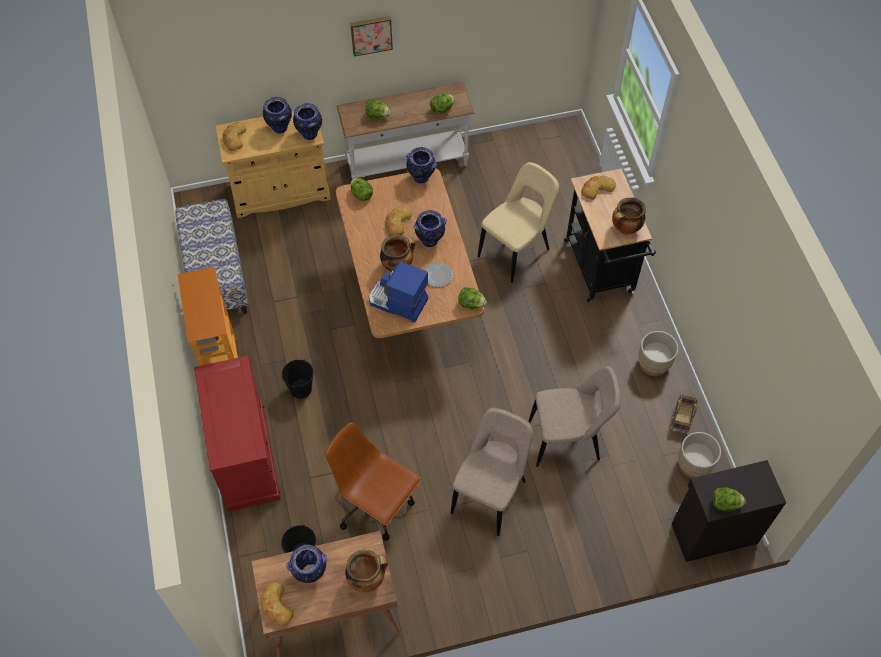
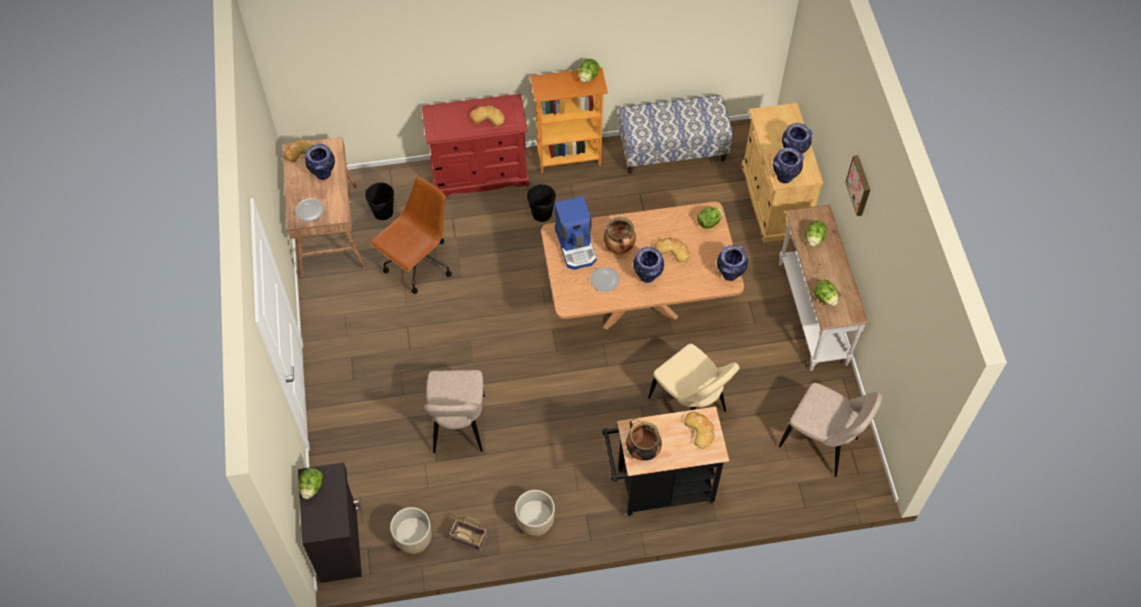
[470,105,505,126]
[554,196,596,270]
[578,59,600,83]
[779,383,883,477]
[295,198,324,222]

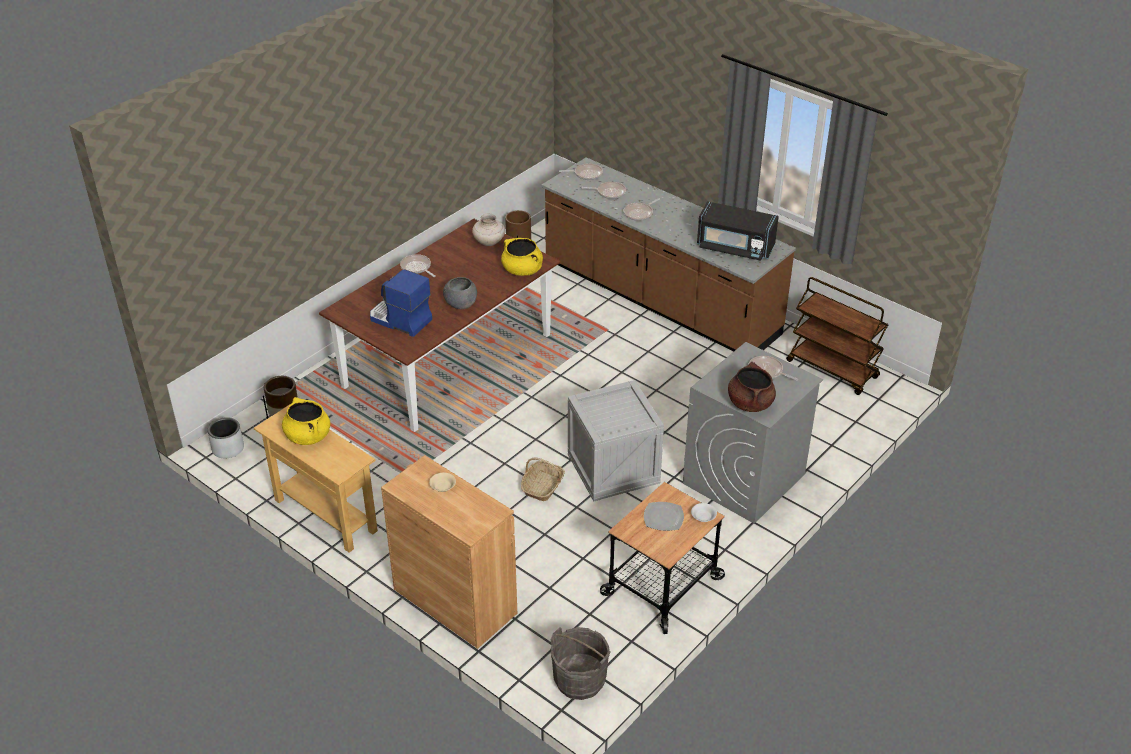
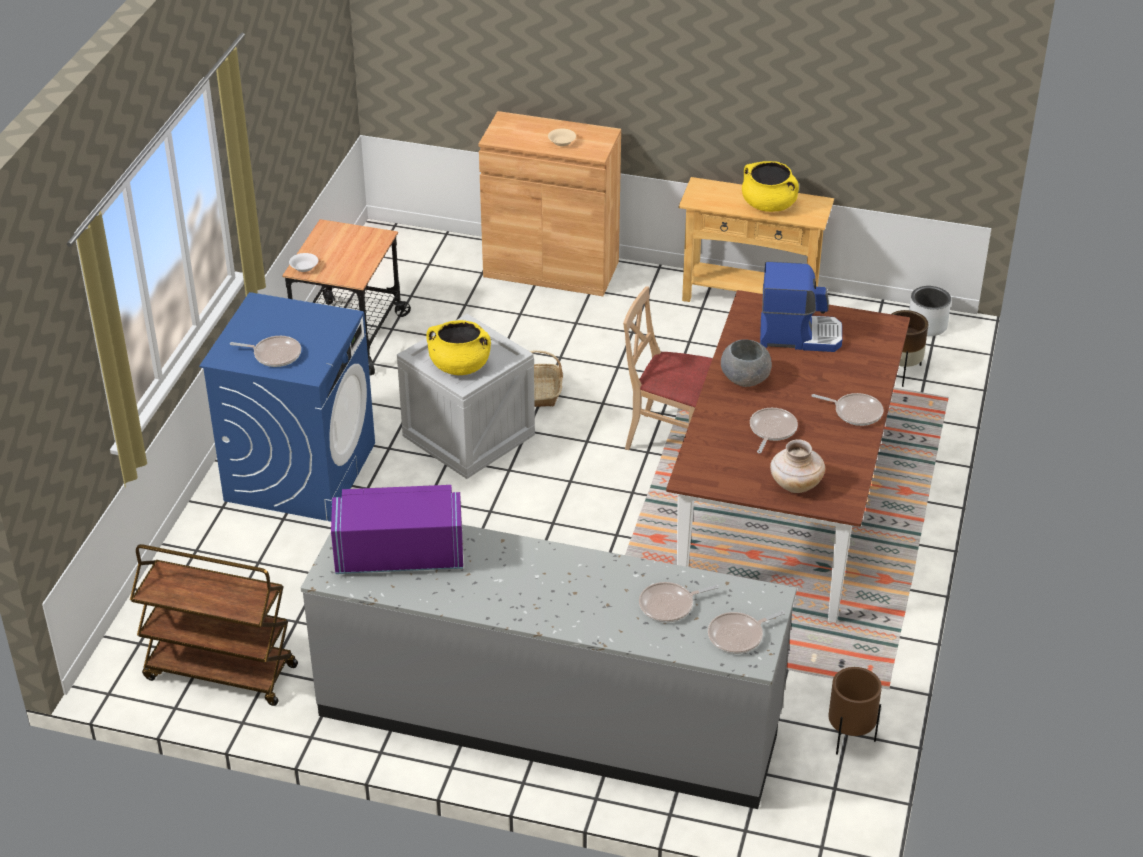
[301,525,797,809]
[750,408,798,453]
[331,485,463,574]
[426,320,491,375]
[199,292,375,522]
[728,362,776,412] (first image)
[644,502,684,531] (first image)
[550,627,611,700] (first image)
[623,286,713,450]

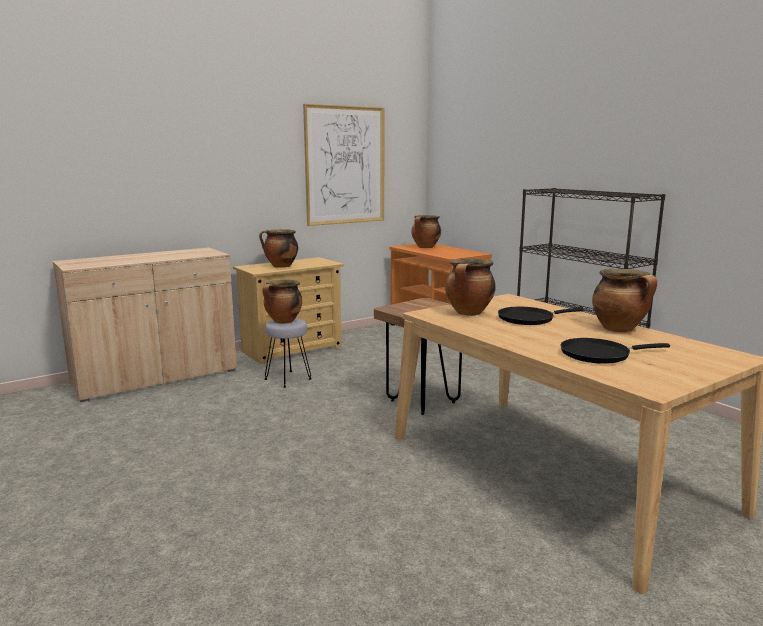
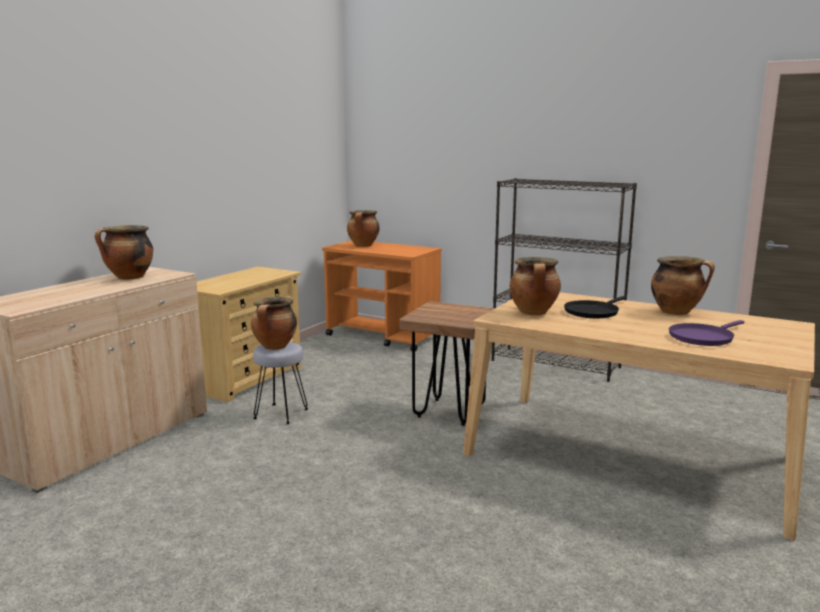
[303,104,384,226] (first image)
[95,225,153,280]
[669,320,744,346]

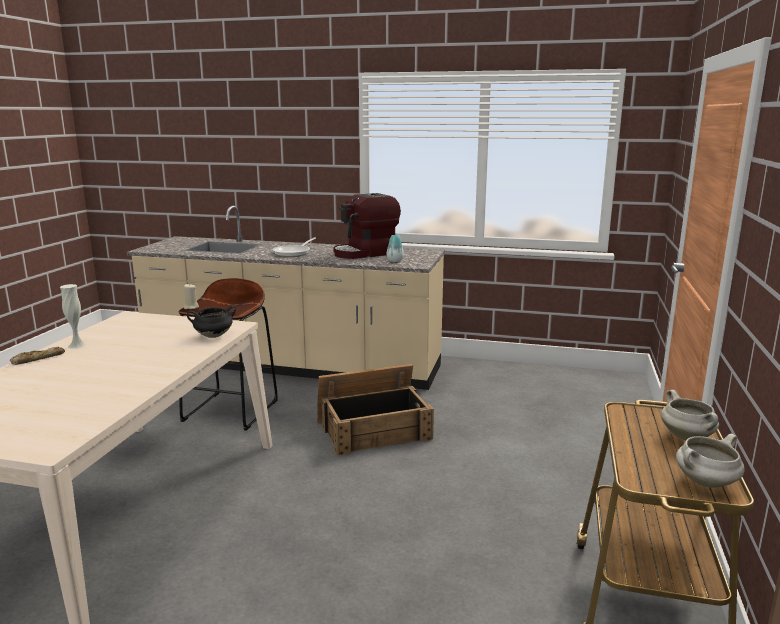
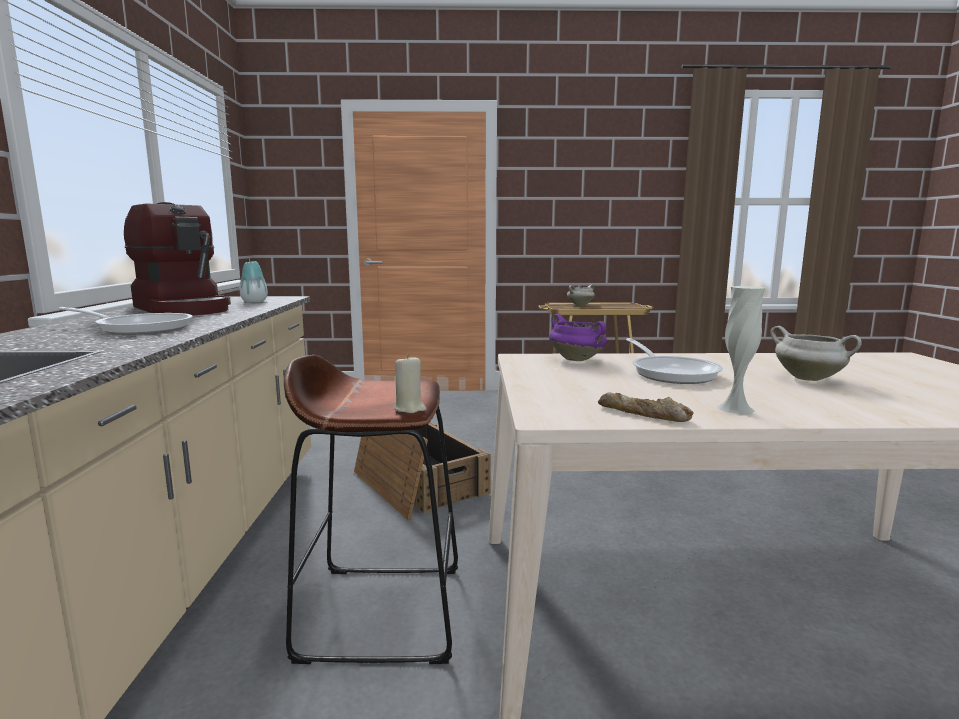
[549,314,607,361]
[598,392,694,422]
[770,326,862,381]
[626,338,723,384]

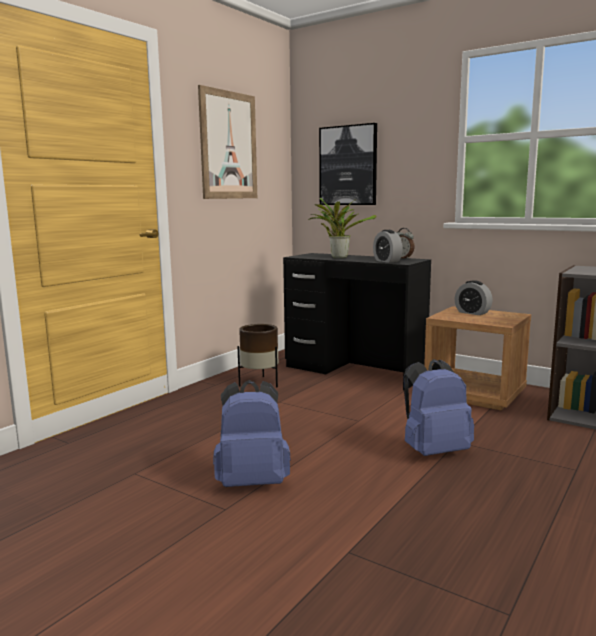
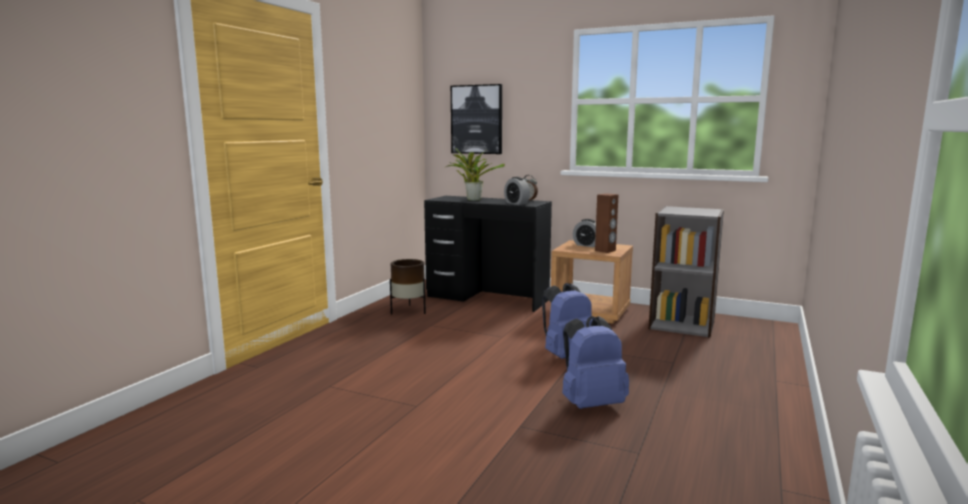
[198,85,257,199] (first image)
[562,316,629,409]
[595,193,619,253]

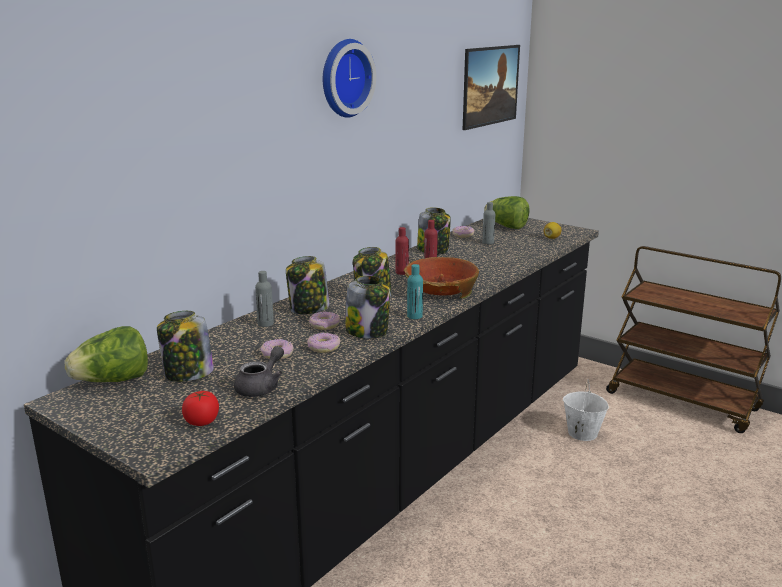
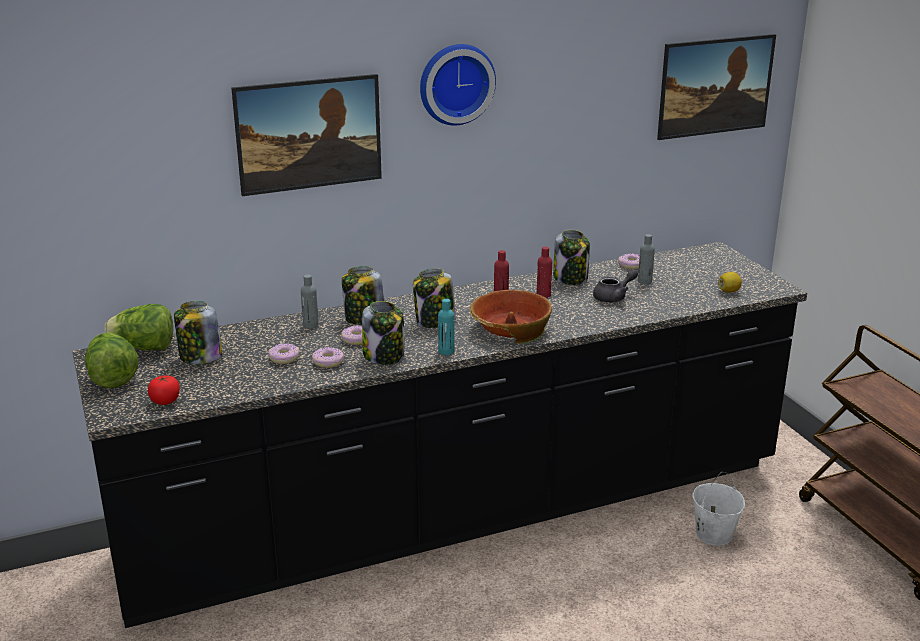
[85,332,139,388]
[593,269,638,303]
[231,74,382,196]

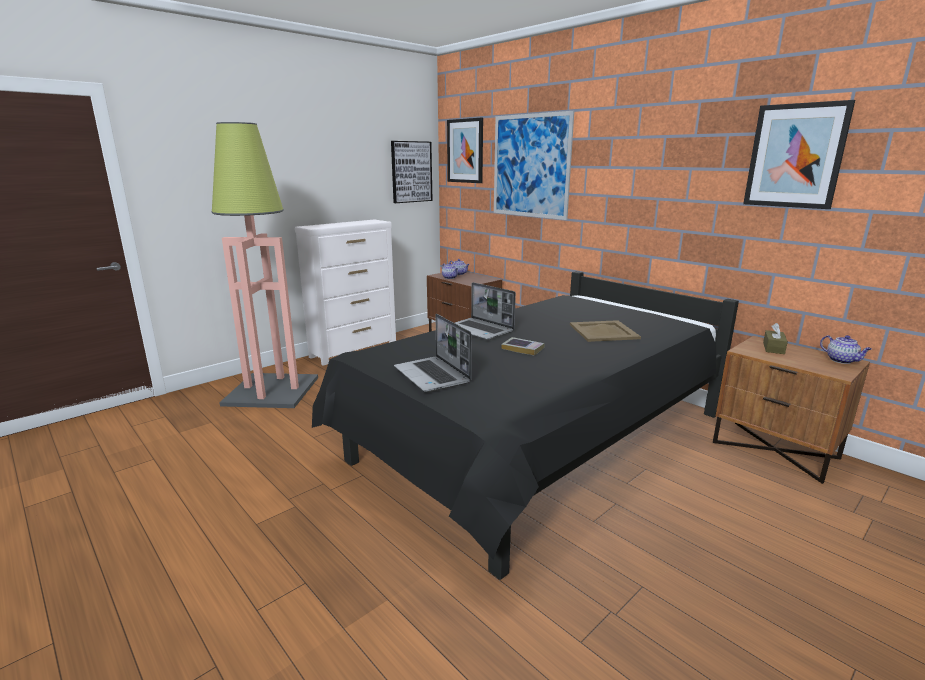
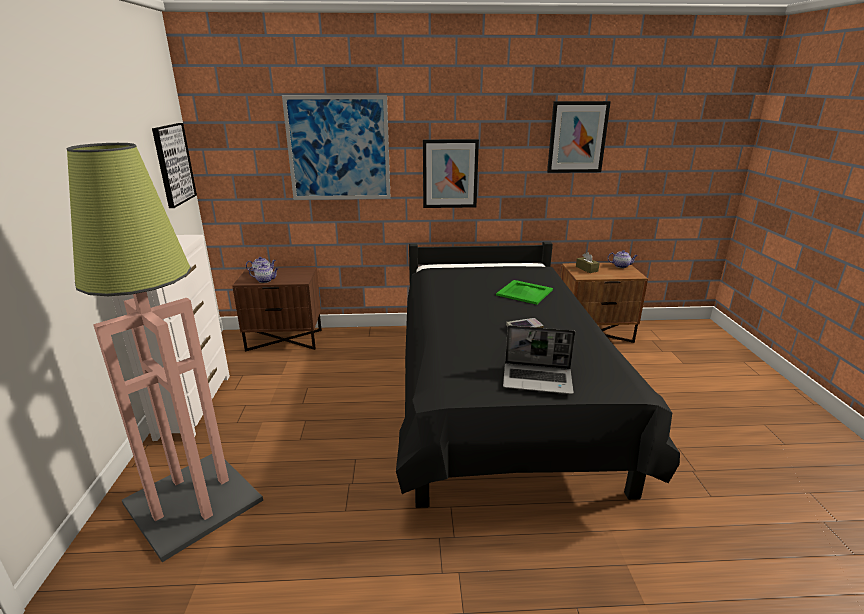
[423,139,479,208]
[455,282,516,340] (first image)
[496,280,553,305]

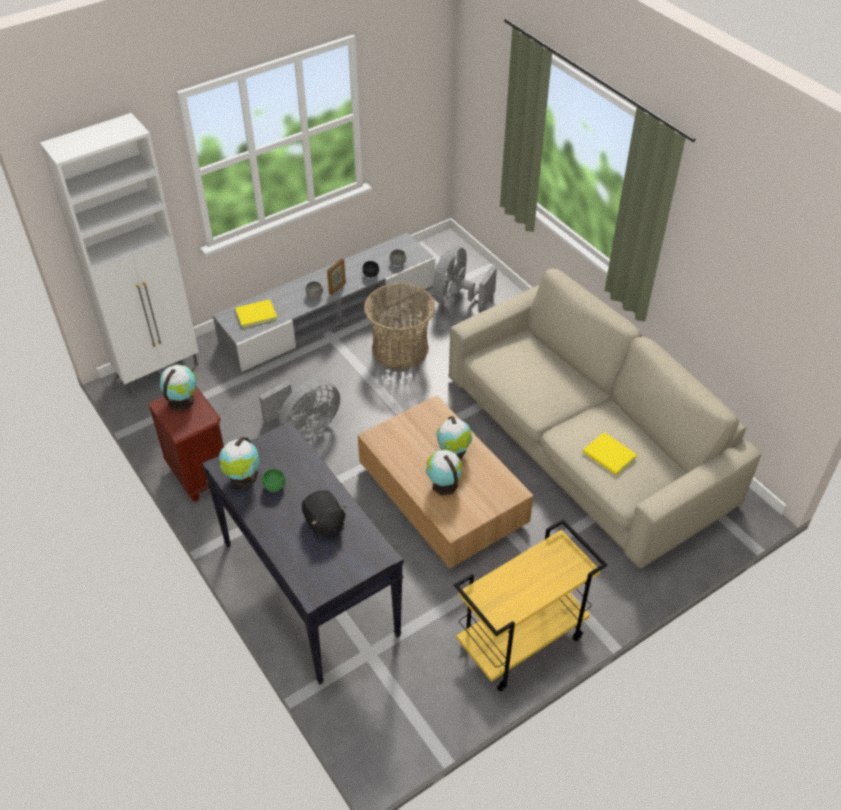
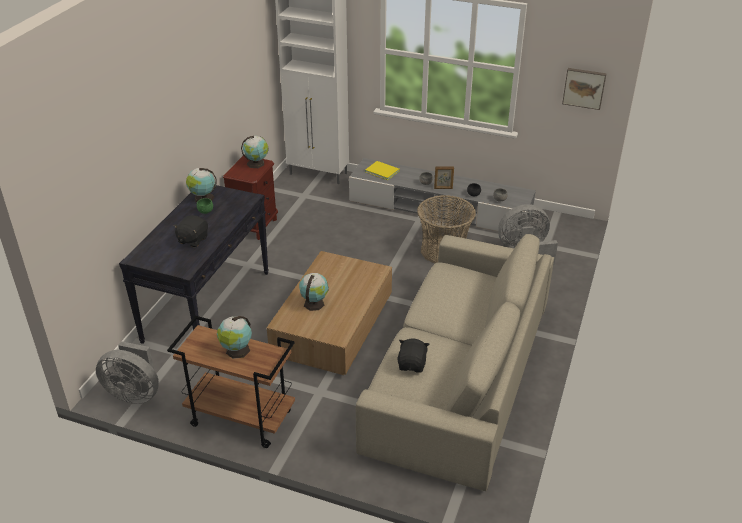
[96,341,159,404]
[217,316,252,359]
[398,339,429,373]
[167,316,295,448]
[562,68,607,110]

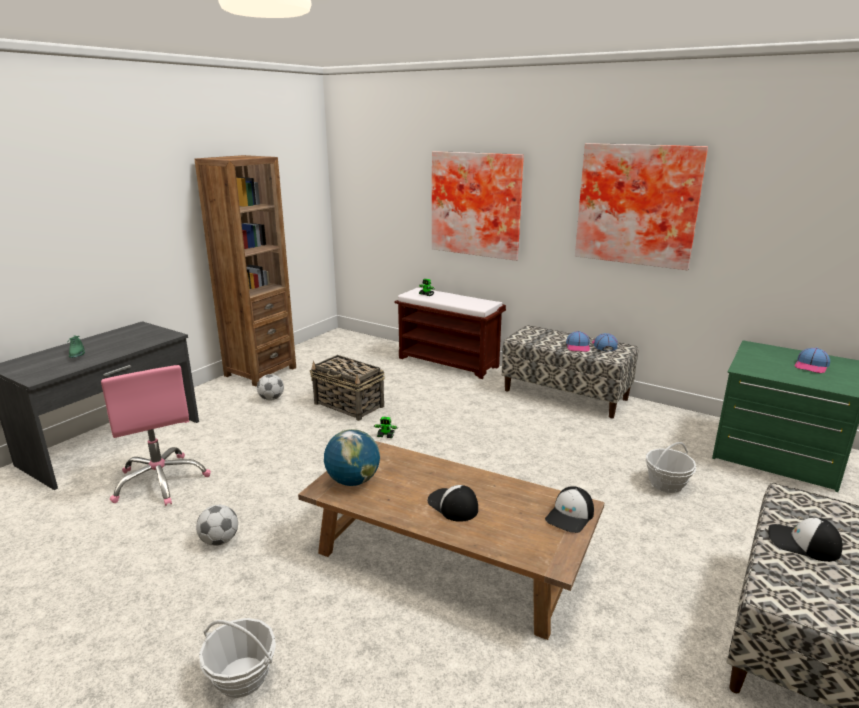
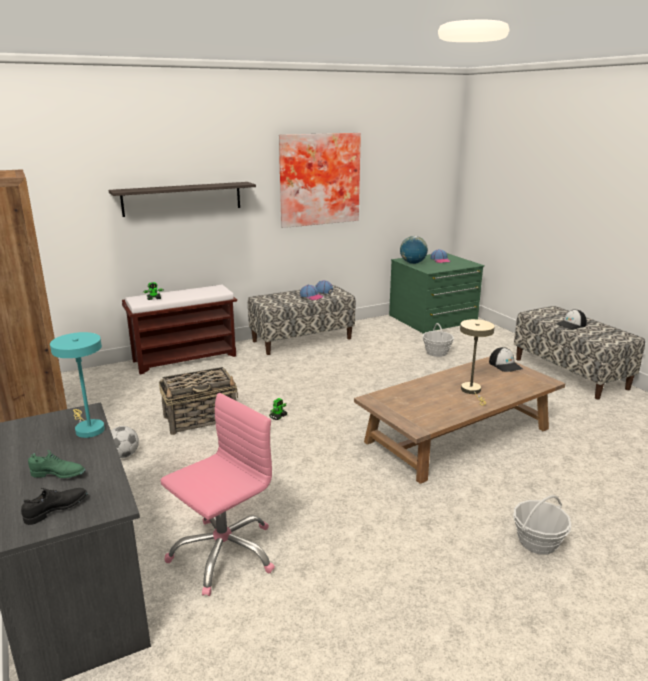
[109,182,256,217]
[160,393,275,596]
[400,236,428,264]
[460,319,495,406]
[196,505,238,546] (first image)
[50,332,105,438]
[21,488,88,525]

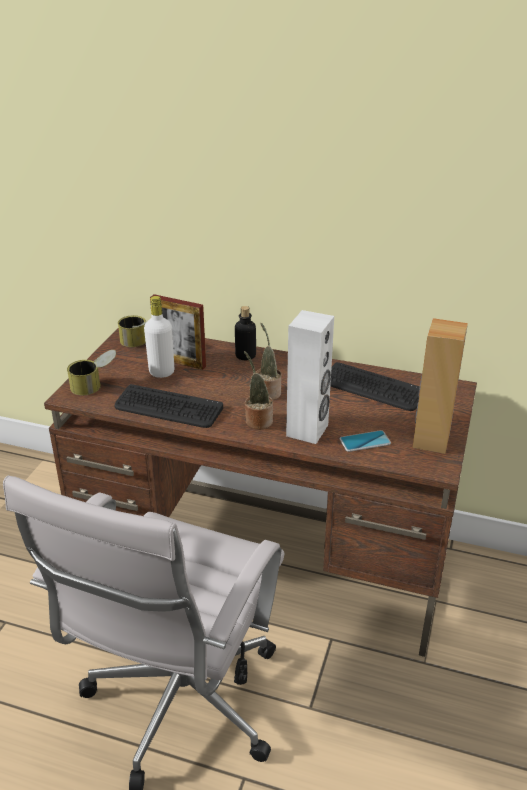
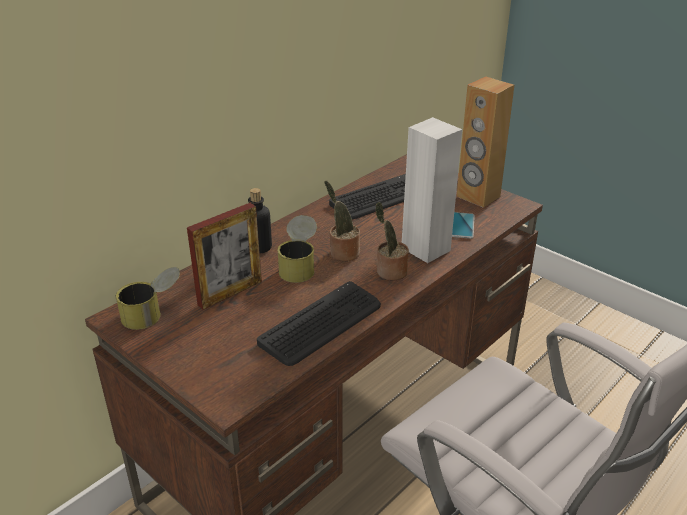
[144,296,174,378] (first image)
[277,215,317,283]

